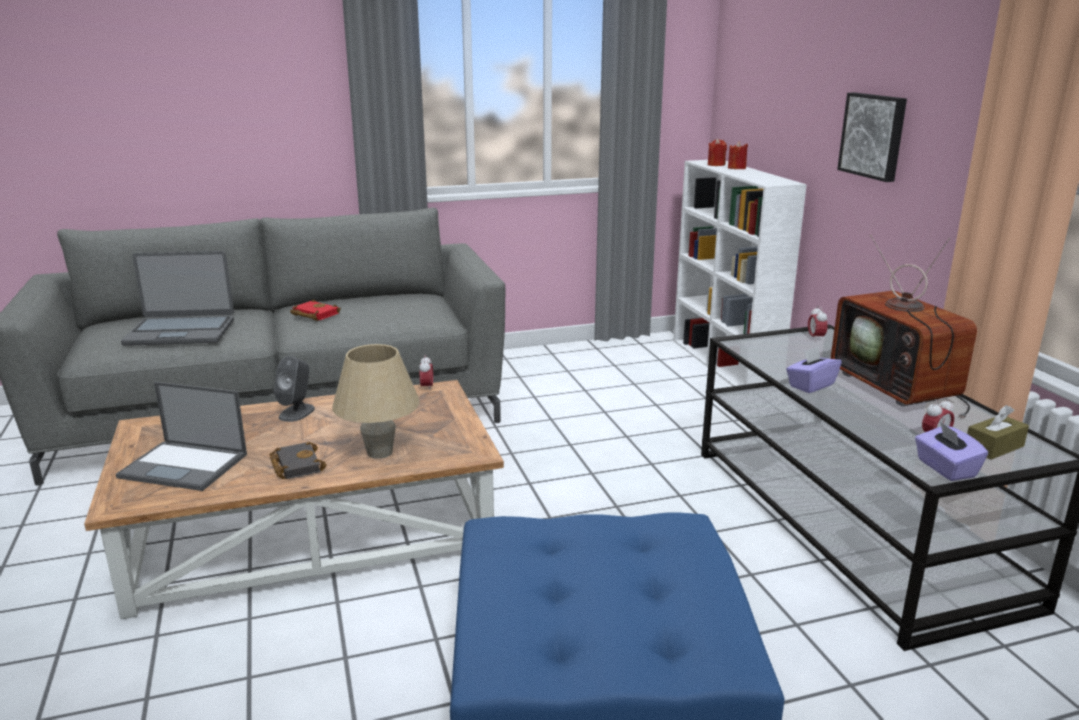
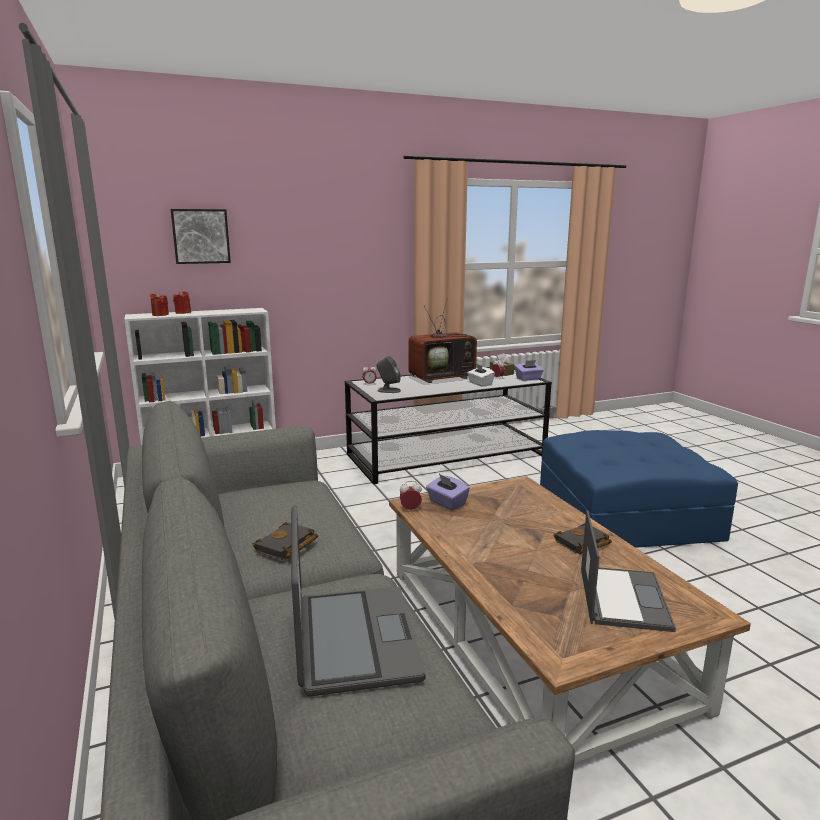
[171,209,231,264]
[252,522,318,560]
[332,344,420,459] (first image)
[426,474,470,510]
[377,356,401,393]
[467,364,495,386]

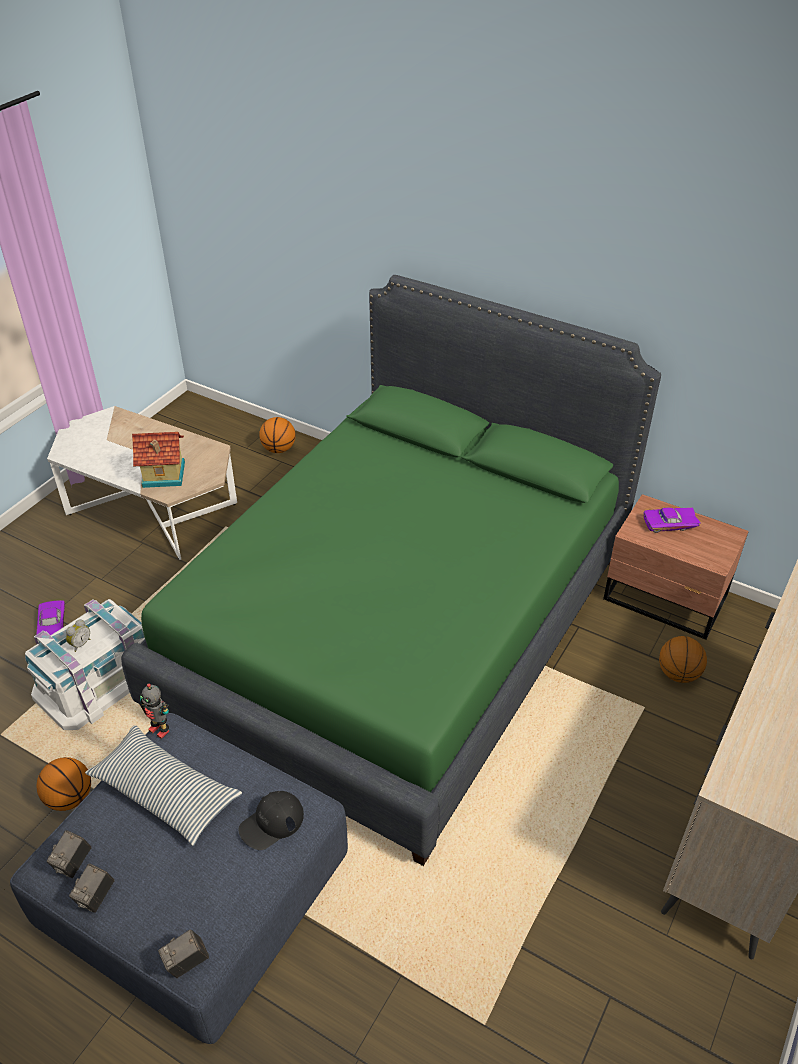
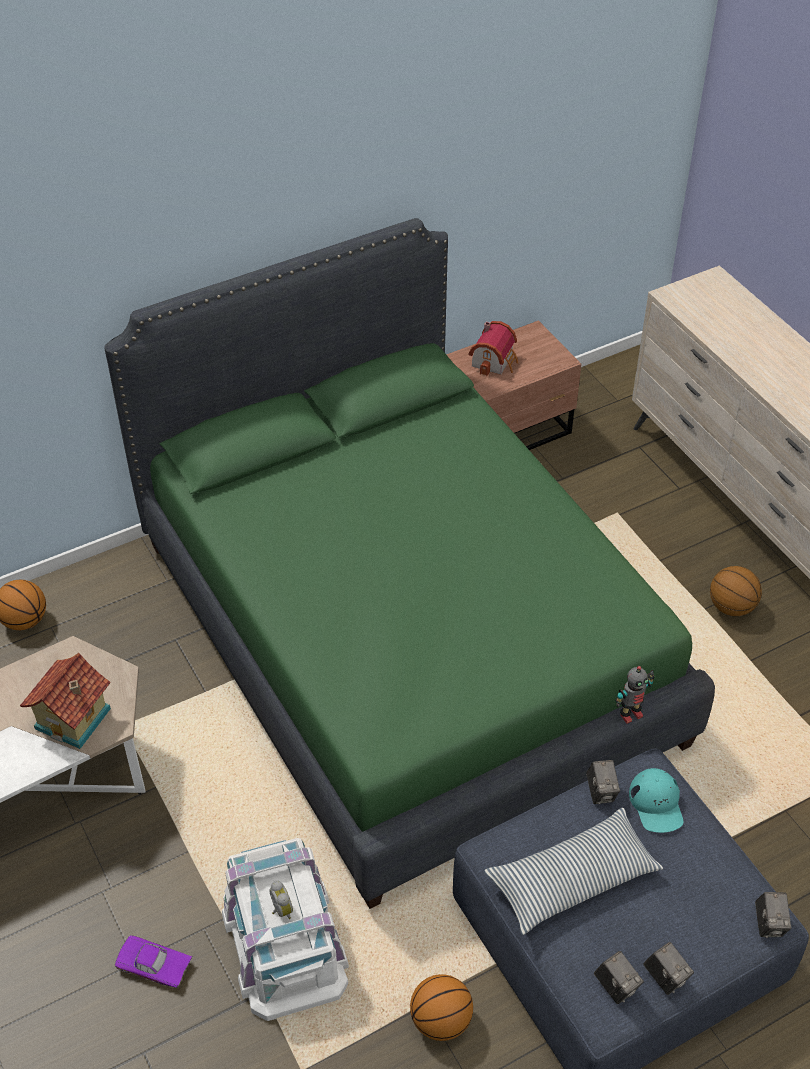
[469,321,518,376]
[710,566,762,616]
[616,666,654,724]
[629,768,683,833]
[586,760,620,804]

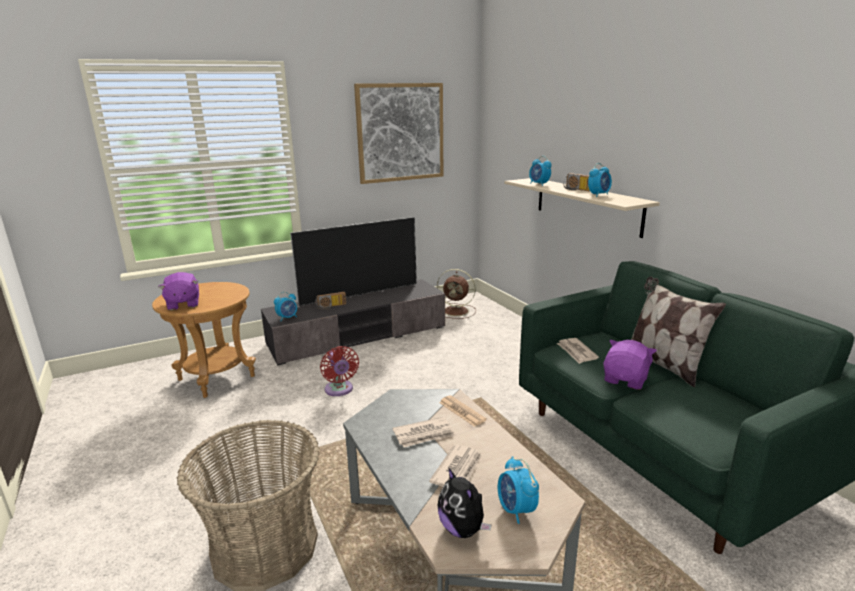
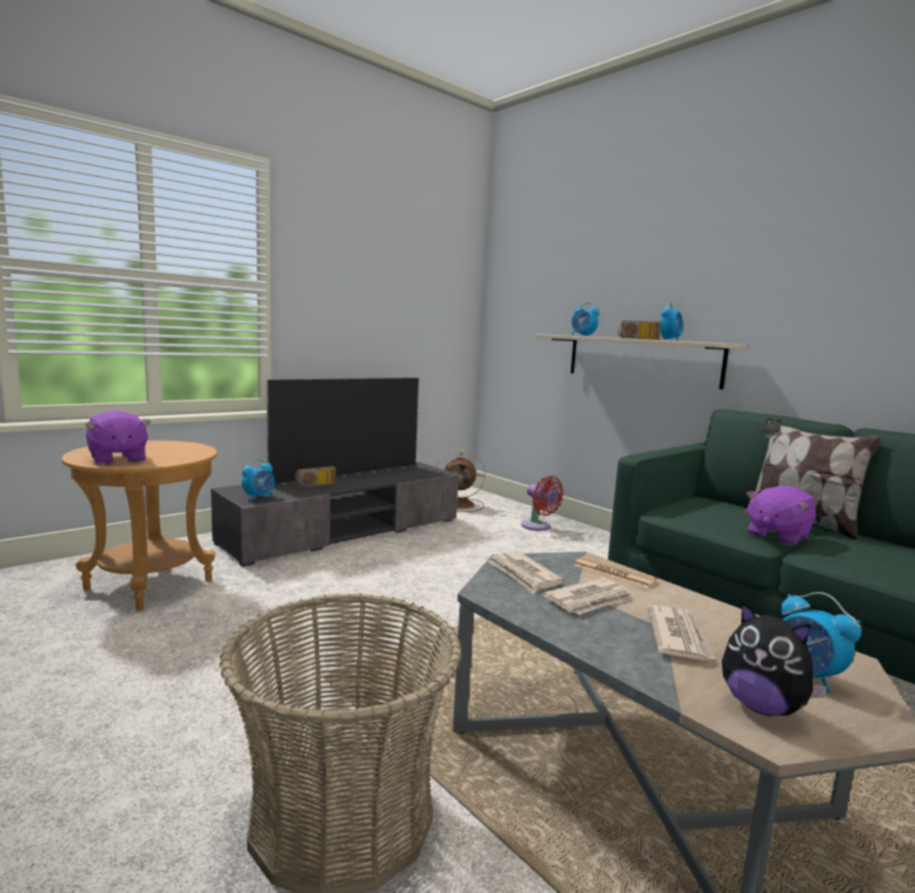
[354,83,443,184] (first image)
[488,551,564,593]
[746,486,816,545]
[521,476,564,531]

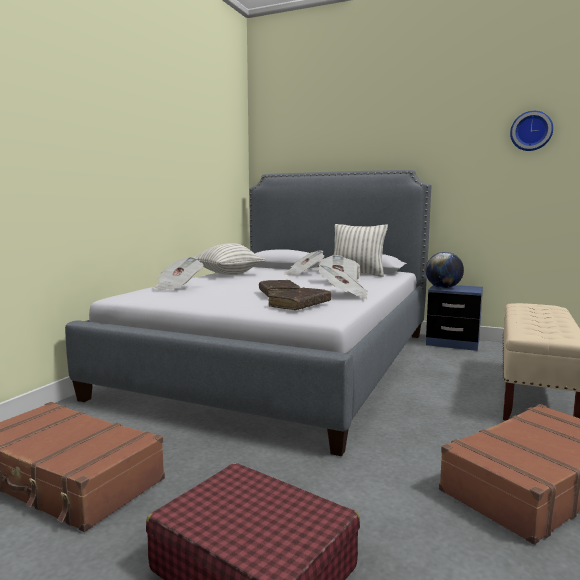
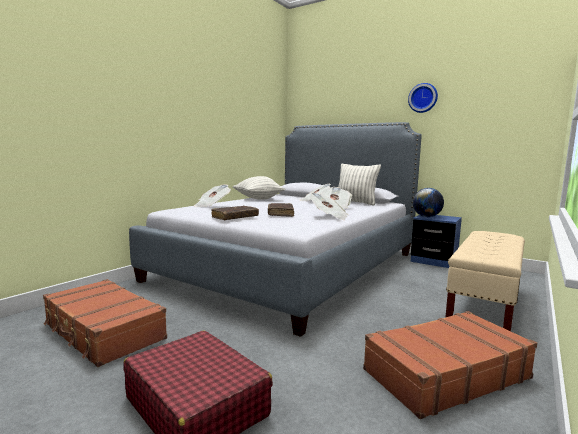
[408,83,438,113]
[211,205,259,220]

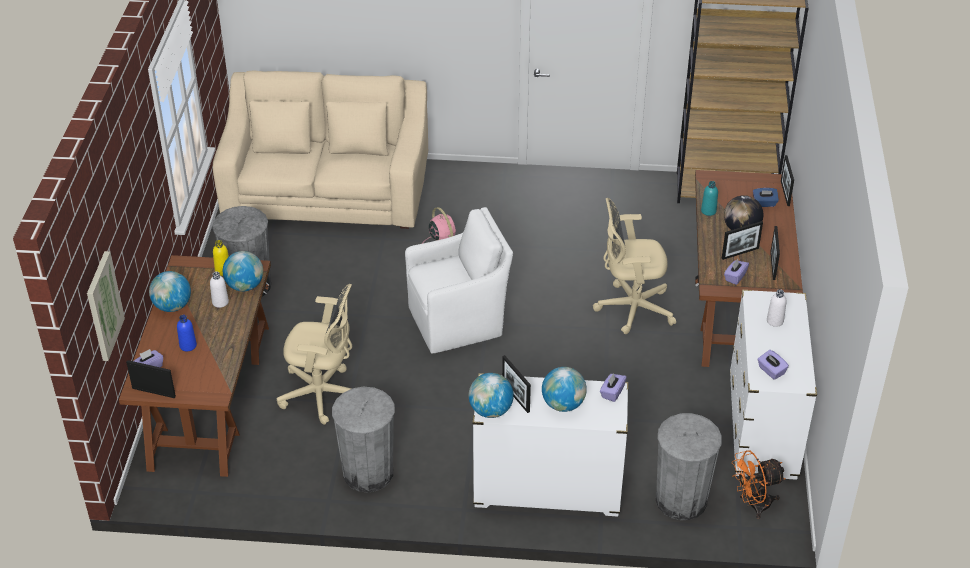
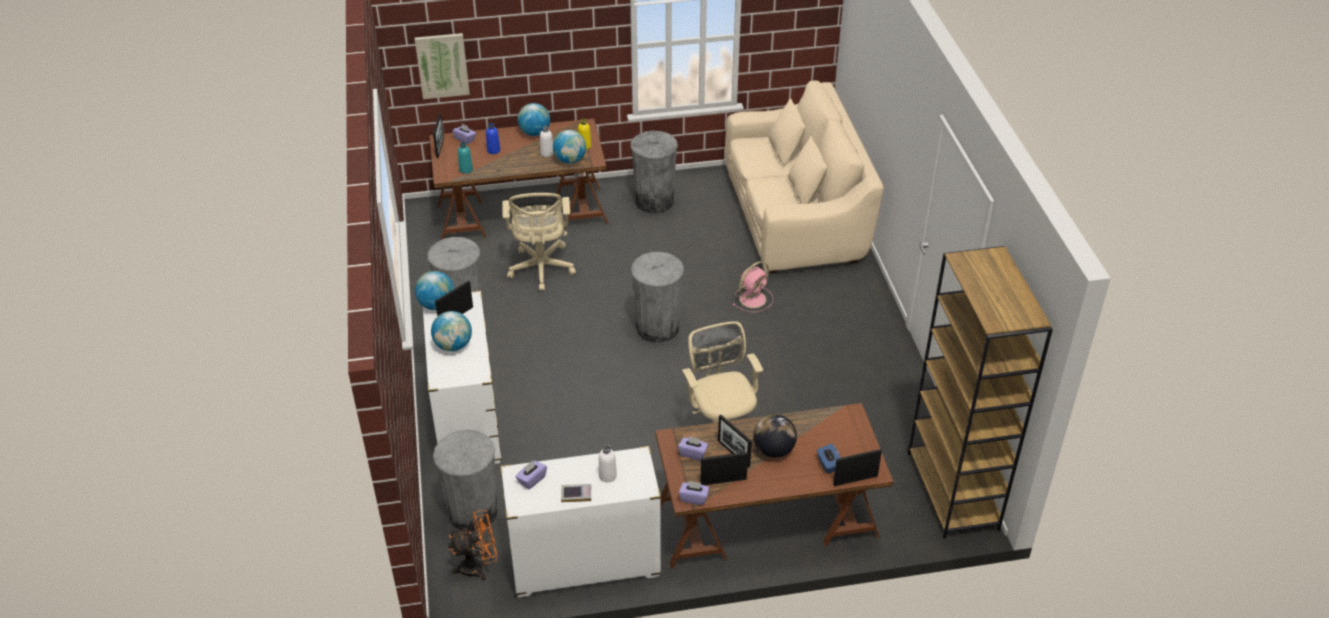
[458,142,473,174]
[631,252,684,343]
[679,480,709,505]
[448,510,497,581]
[561,484,591,502]

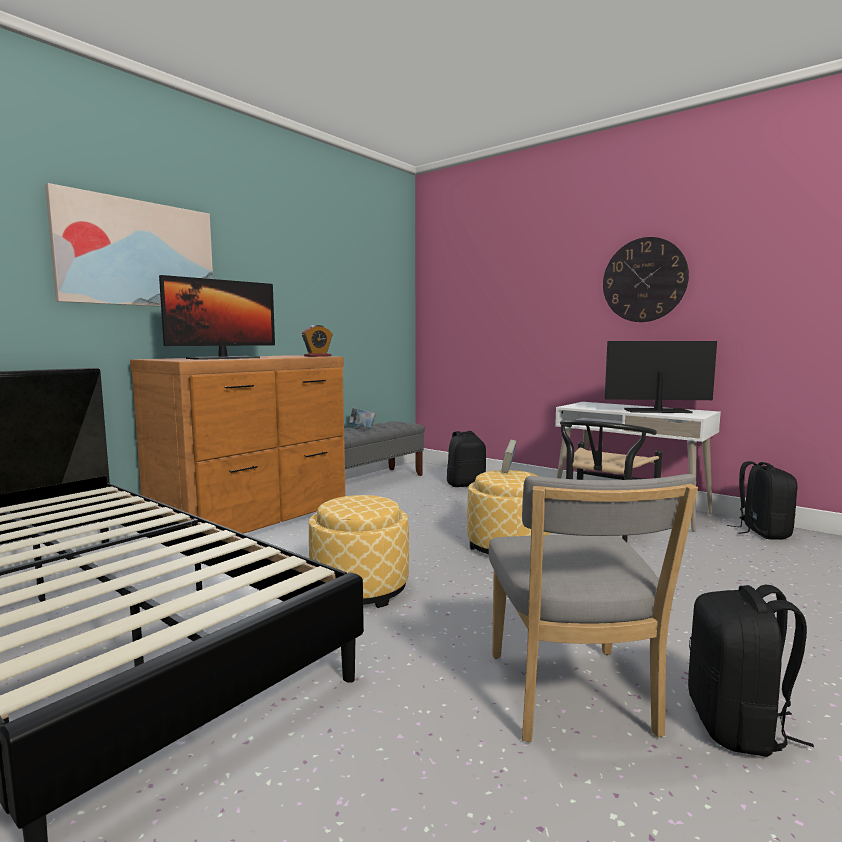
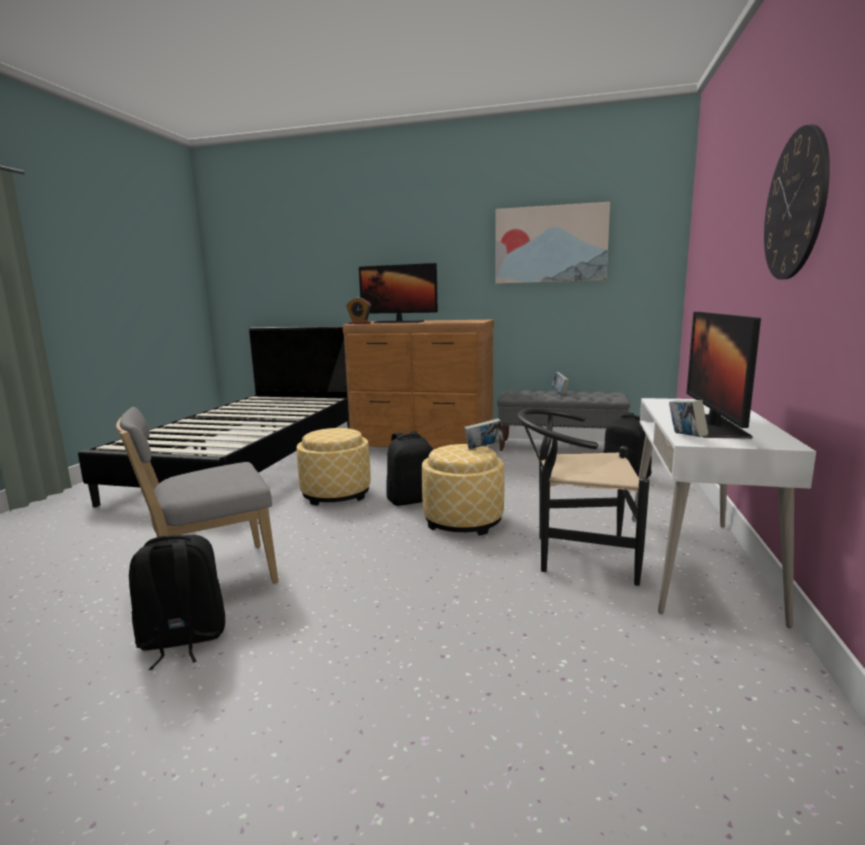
[495,202,610,284]
[346,297,371,324]
[686,312,761,439]
[386,431,433,506]
[669,400,708,437]

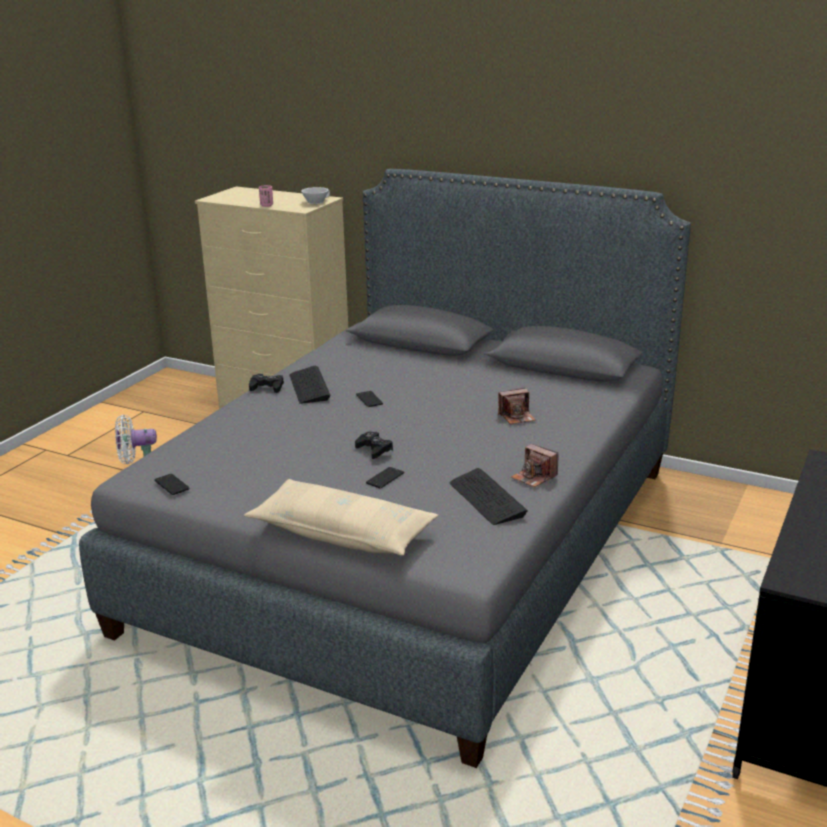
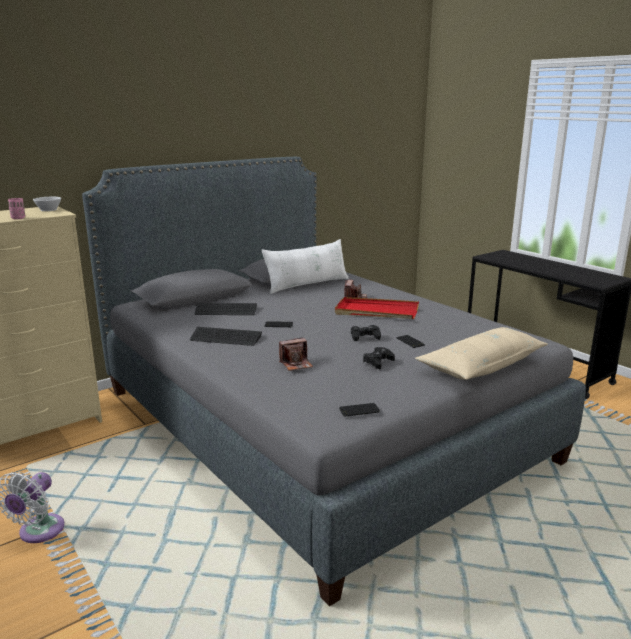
[363,347,395,369]
[279,338,313,371]
[195,303,257,315]
[262,239,349,294]
[335,297,419,319]

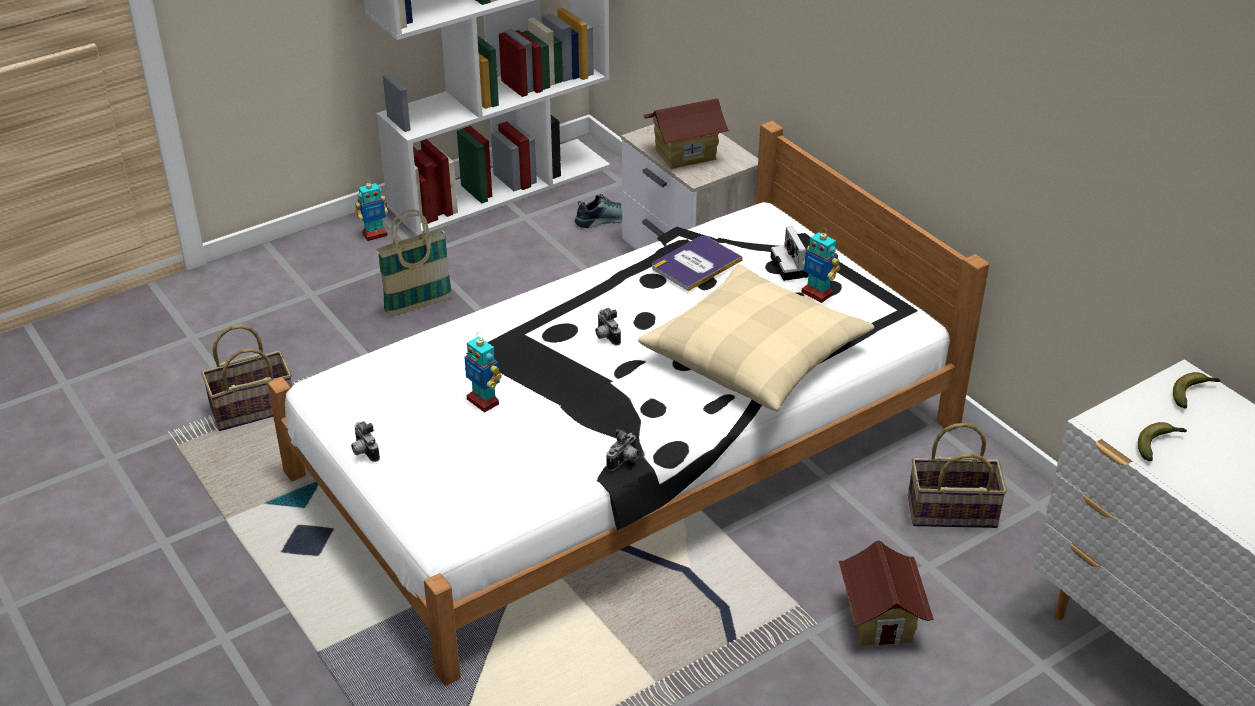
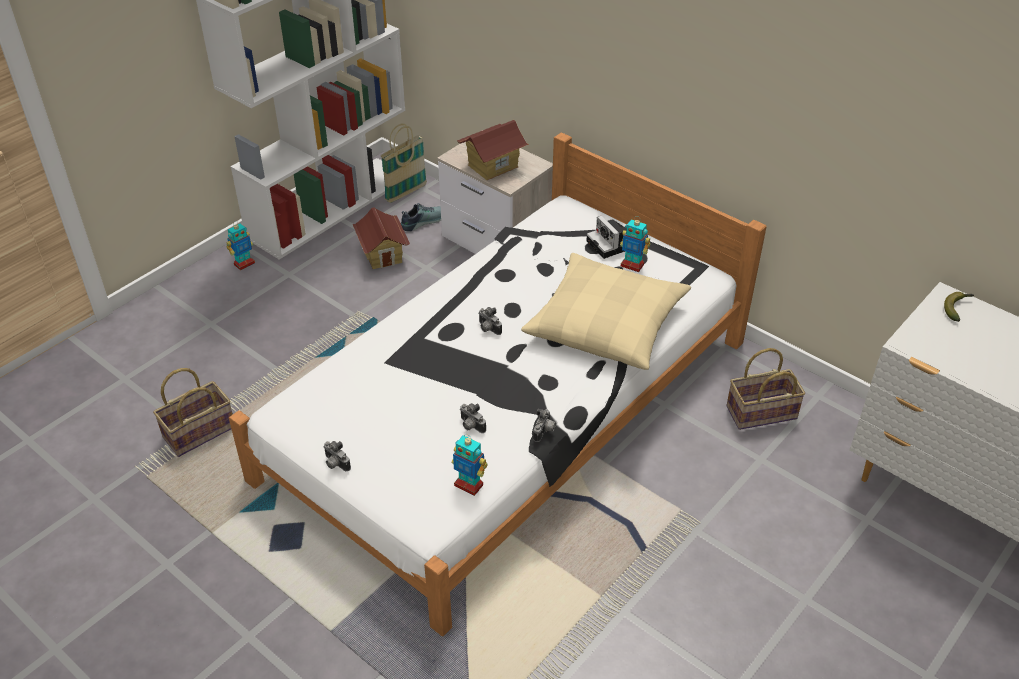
[381,123,427,203]
[652,236,743,291] (first image)
[452,434,488,496]
[1138,422,1187,461] (first image)
[353,207,410,269]
[460,403,486,433]

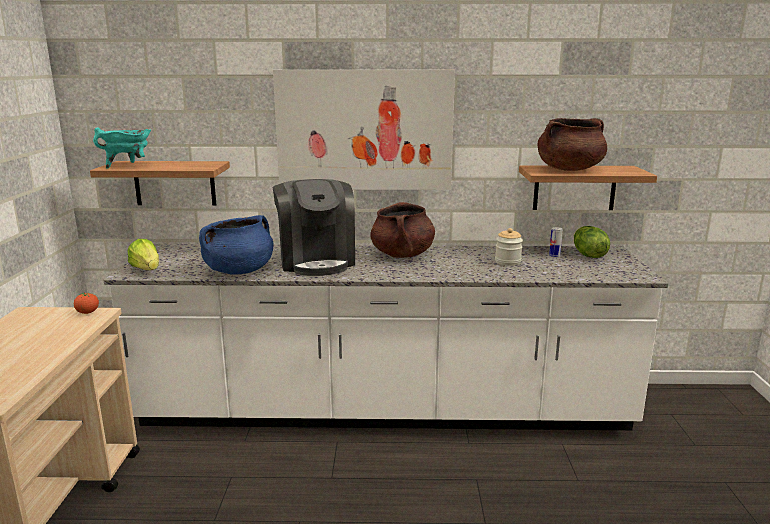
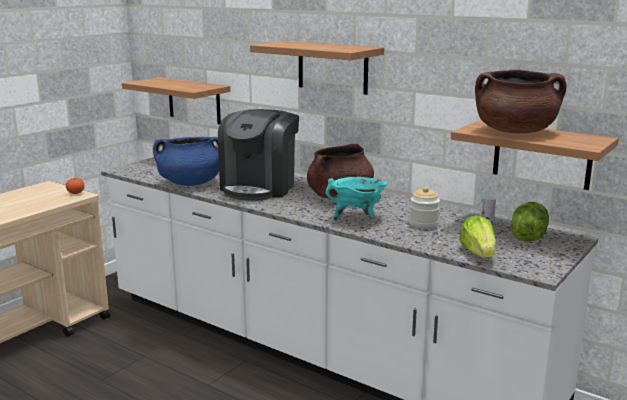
[250,41,384,95]
[326,177,387,221]
[459,216,496,258]

